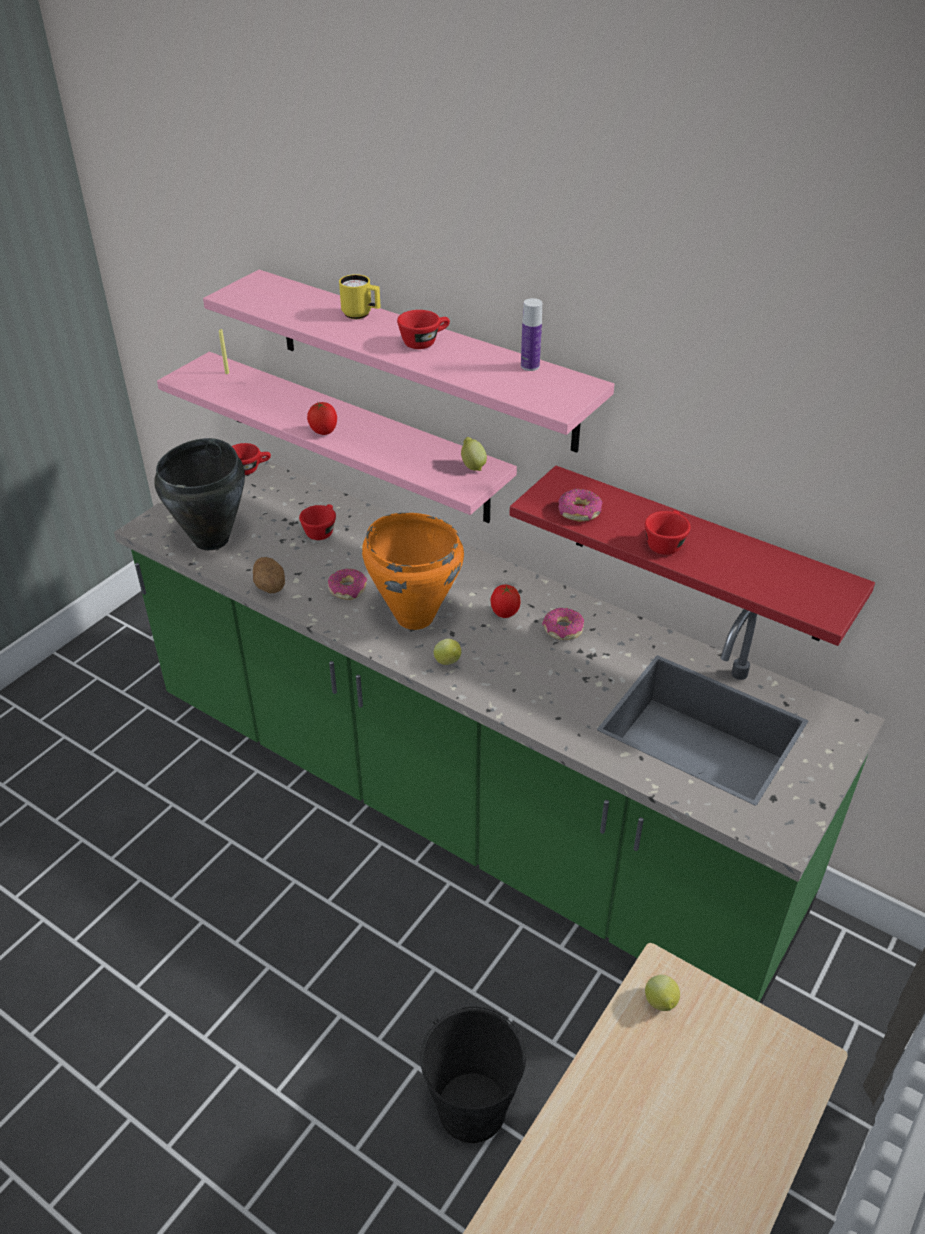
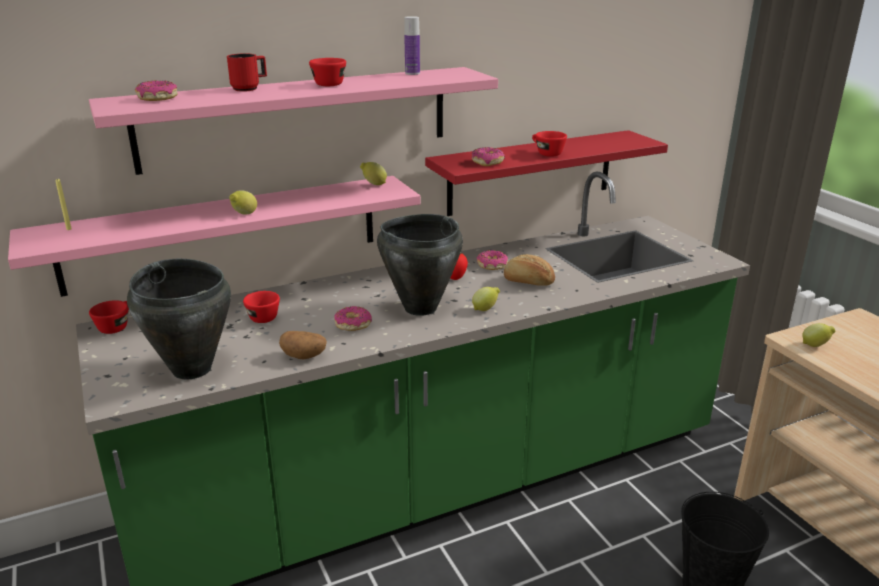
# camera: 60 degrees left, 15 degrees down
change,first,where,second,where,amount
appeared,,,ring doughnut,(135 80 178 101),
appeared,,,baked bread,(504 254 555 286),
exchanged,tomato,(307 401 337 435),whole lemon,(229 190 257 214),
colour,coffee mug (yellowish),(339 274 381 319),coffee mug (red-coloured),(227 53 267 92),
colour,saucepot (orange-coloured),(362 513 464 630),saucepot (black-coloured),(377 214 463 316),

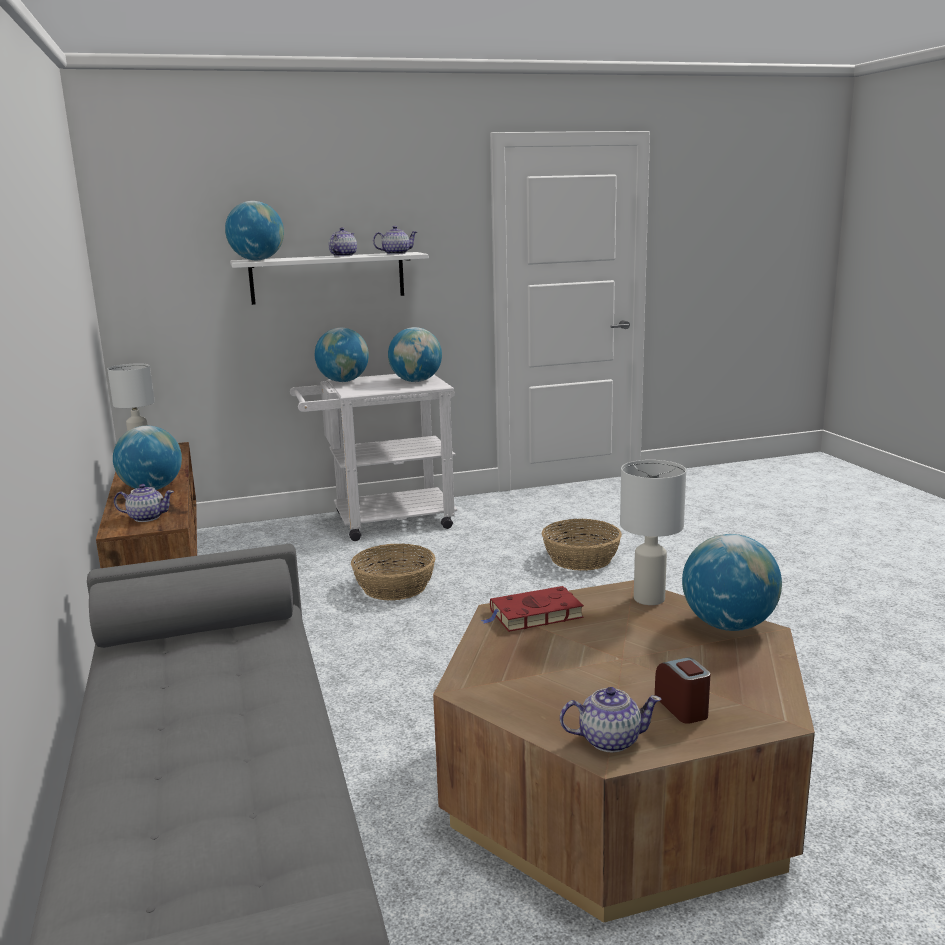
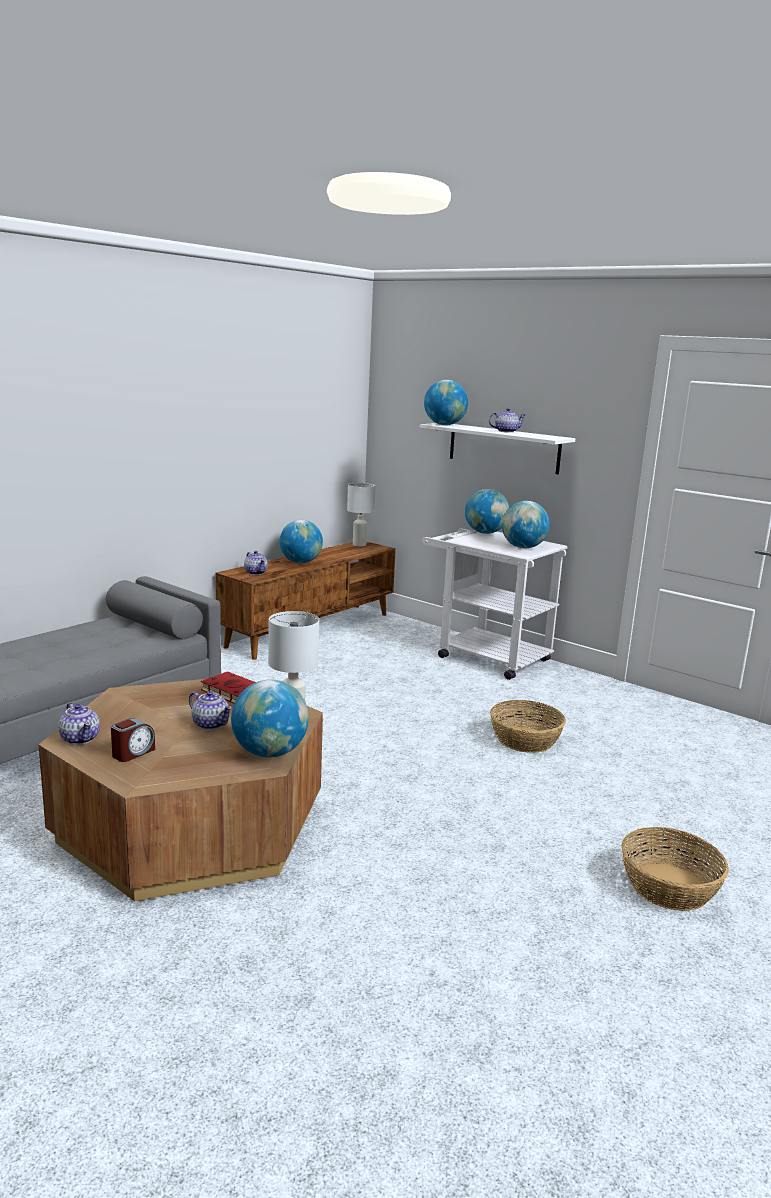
# camera: 55 degrees right, 0 degrees up
change,first,where,second,where,amount
relocated,storage basket,(351 544 436 601),,(621 827 729 911),
relocated,teapot,(373 226 417 255),,(189 691 232 730),

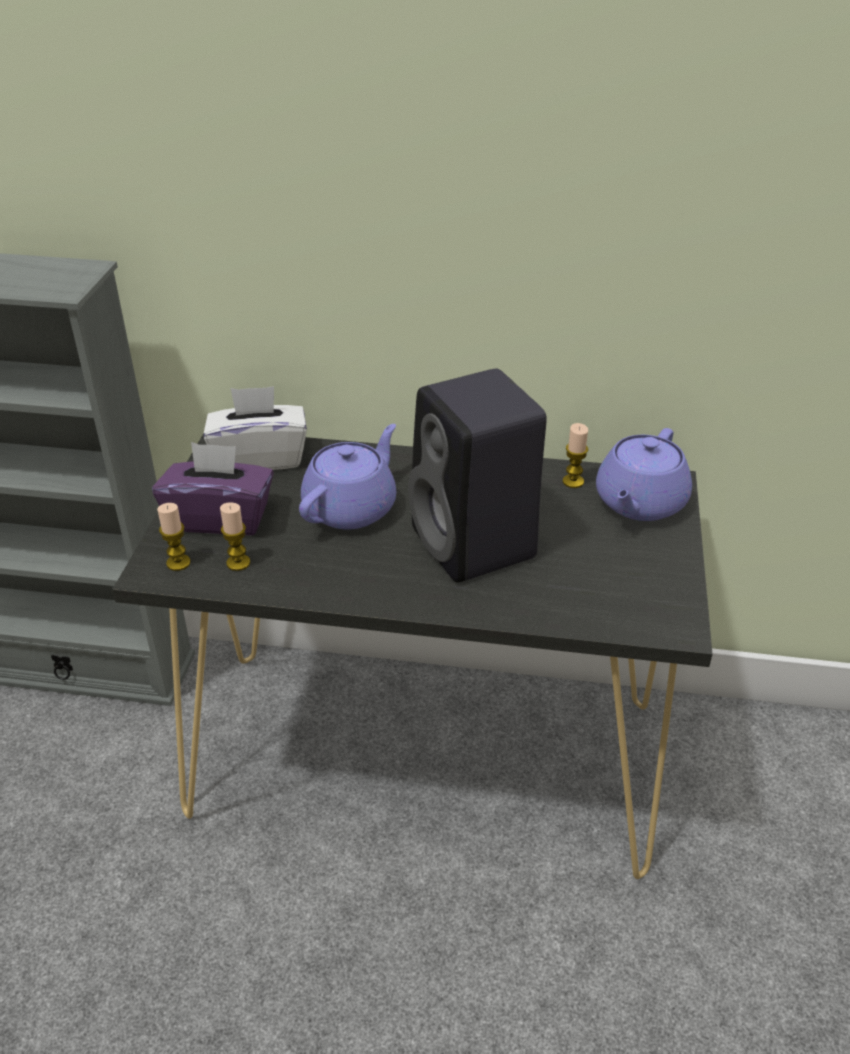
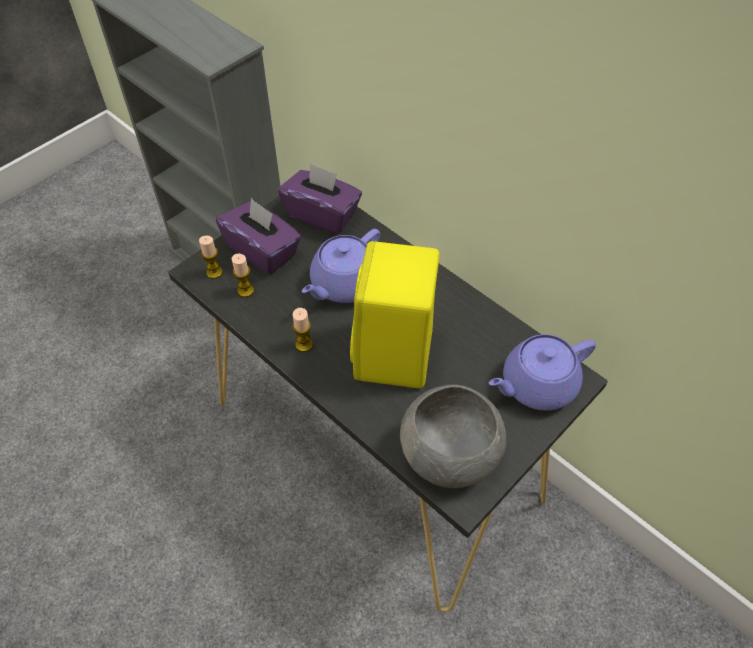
# camera: 35 degrees right, 15 degrees up
change,first,where,second,where,amount
appeared,,,serving bowl (gray),(400 385 506 488),
relocated,candle,(562 423 588 488),,(292 308 313 352),
colour,tissue box (white-coloured),(204 386 307 470),tissue box (purple-coloured),(278 163 362 234),
colour,loudspeaker (black-coloured),(408 368 547 582),loudspeaker (yellowish),(350 241 440 388),
spun,teapot (purple-coloured),(299 424 396 530),,(302 229 380 303),150 degrees clockwise

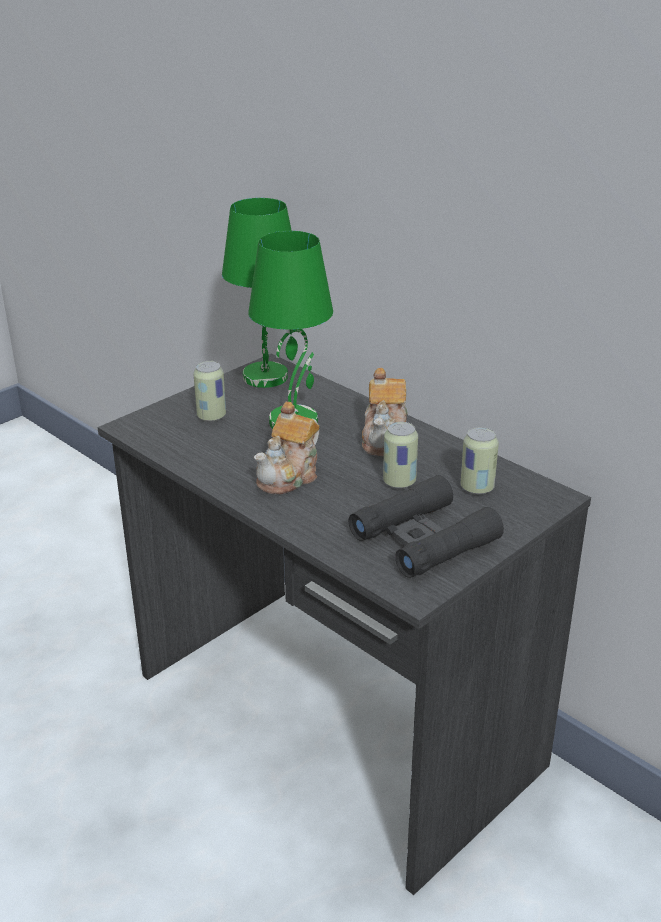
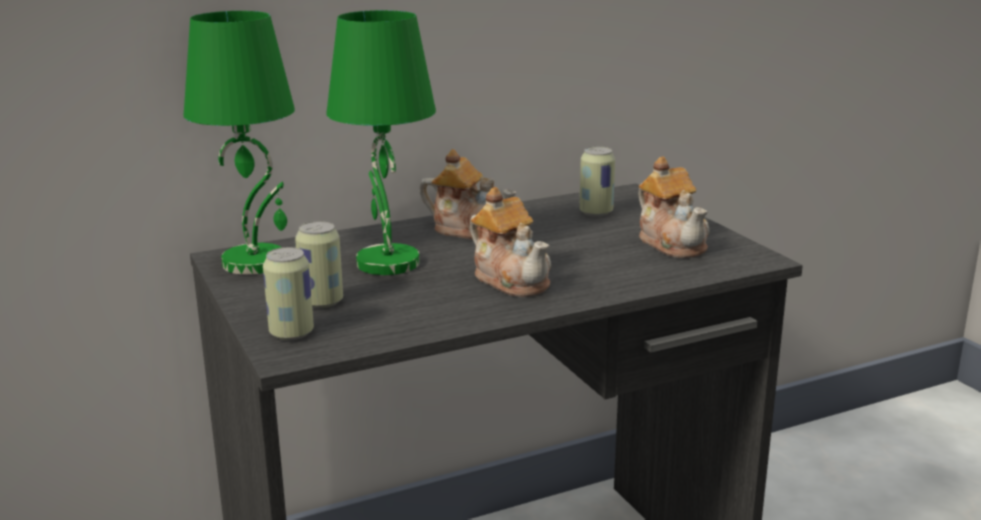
# camera: 70 degrees left, 10 degrees down
change,first,where,second,where,amount
relocated,sealed can,(383 422 418 489),,(263 247 314 340),
exchanged,pair of binoculars (black-coloured),(349 475 504 578),teapot,(638 156 710 258),

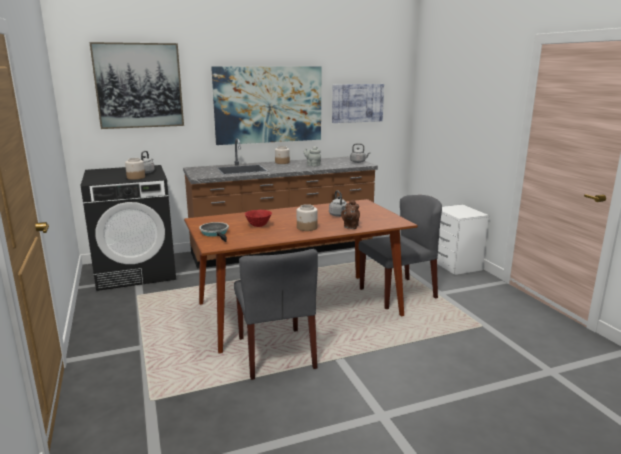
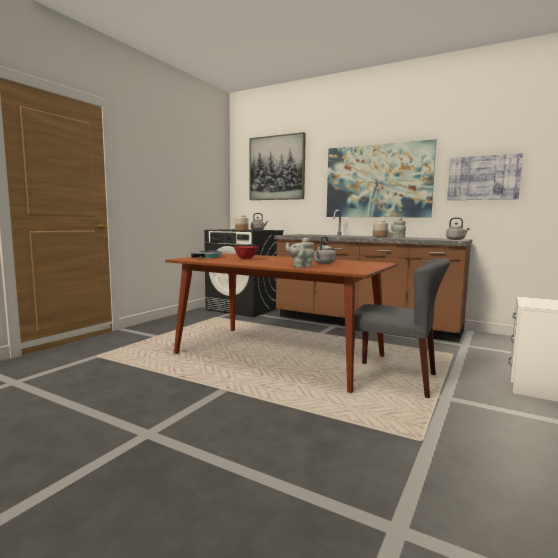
# camera: 50 degrees right, 10 degrees down
change,first,where,second,where,amount
missing,chair (gray),(234 249 318 380),,,
missing,storage jar,(297 204 318 231),,,
colour,teapot (brown),(341 199 360 229),teapot (gray),(286 237 314 268),

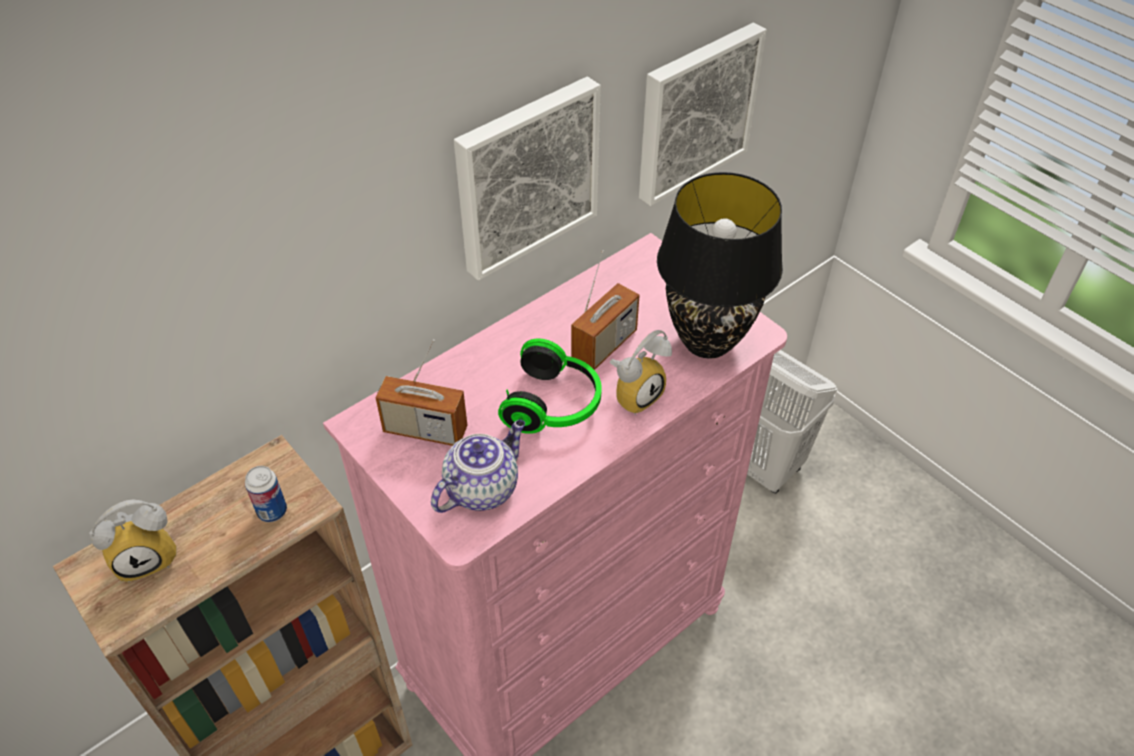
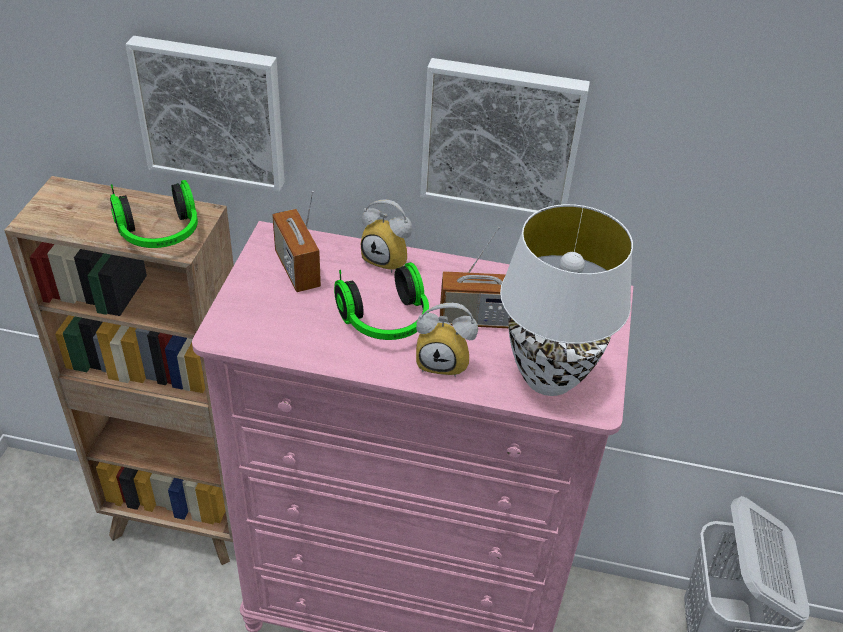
# camera: 50 degrees right, 5 degrees down
change,first,where,second,where,amount
missing,teapot,(431 420 525 513),,,
relocated,alarm clock,(89 499 177 582),,(361 199 412 273),
relocated,wall art,(639 22 767 206),,(125 36 285 192),
exchanged,sealed can,(245 466 287 522),pair of headphones,(110 180 198 248),
colour,table lamp (black-coloured),(657 172 783 359),table lamp (white-coloured),(500 204 633 396),

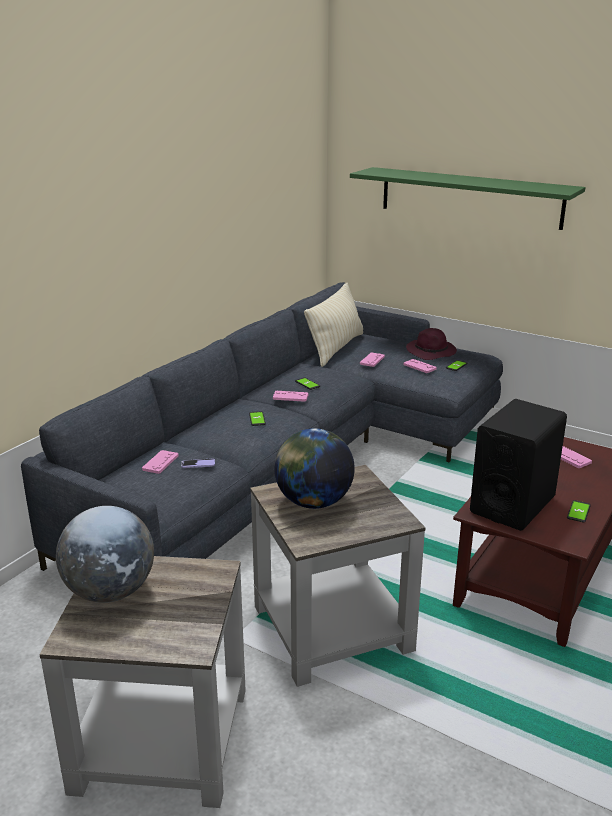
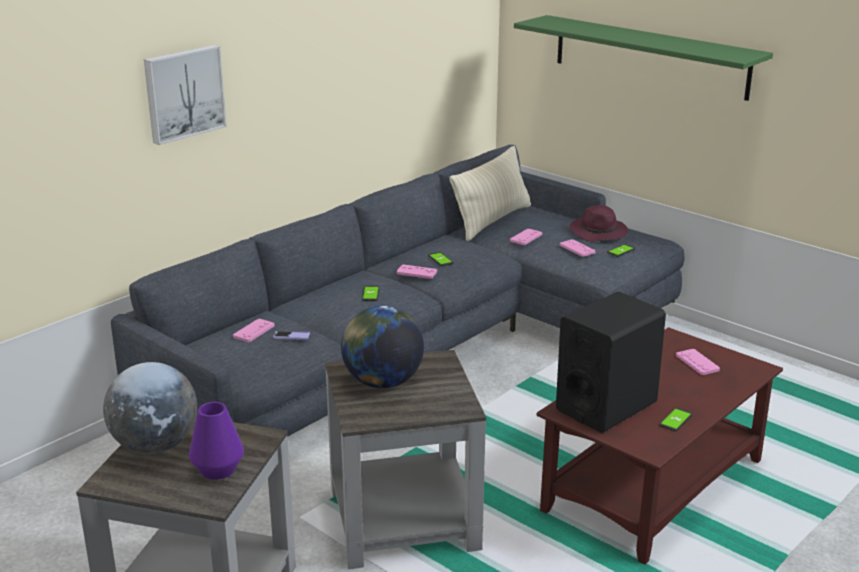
# camera: 10 degrees right, 0 degrees up
change,first,where,second,where,amount
appeared,,,wall art,(144 45 227 145),
appeared,,,decorative vase (purple-coloured),(189 402 244 480),

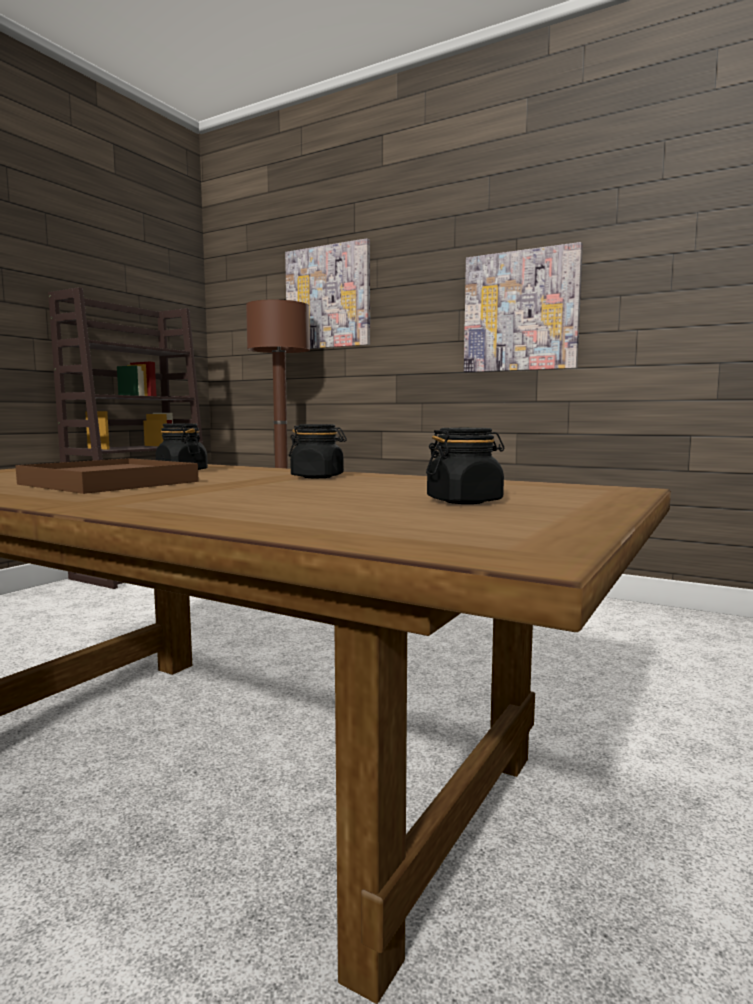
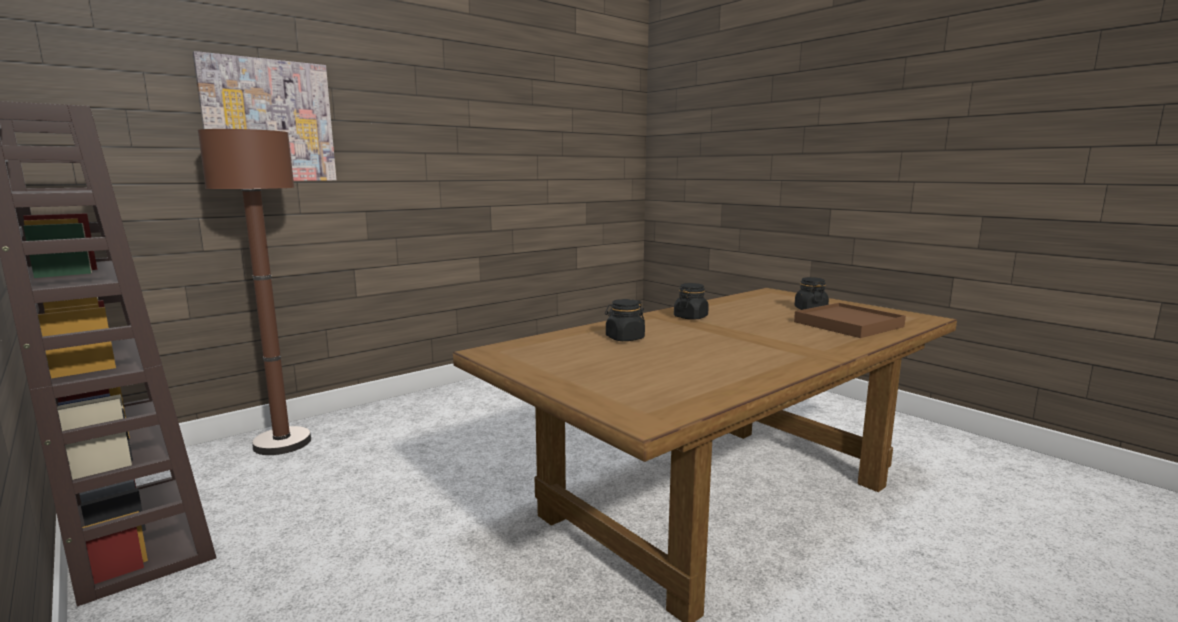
# camera: 70 degrees left, 5 degrees up
change,first,where,second,where,amount
missing,wall art,(464 242 583 372),,,
relocated,tray (brown),(15 458 199 494),,(794 303 906 338),

